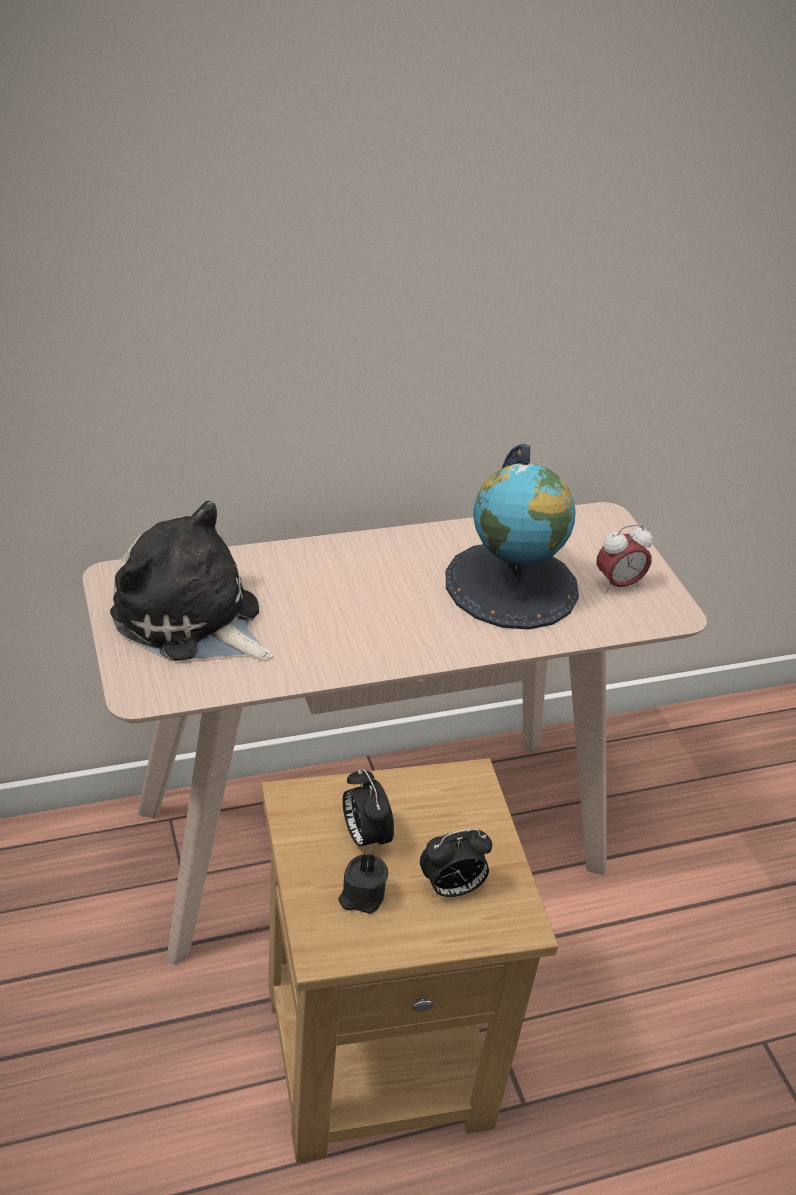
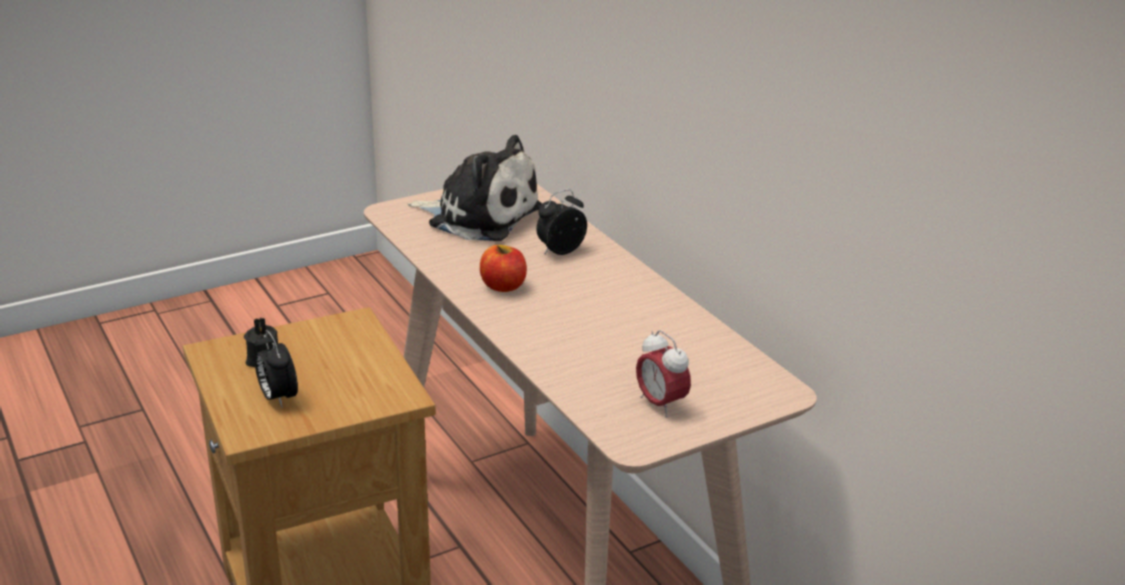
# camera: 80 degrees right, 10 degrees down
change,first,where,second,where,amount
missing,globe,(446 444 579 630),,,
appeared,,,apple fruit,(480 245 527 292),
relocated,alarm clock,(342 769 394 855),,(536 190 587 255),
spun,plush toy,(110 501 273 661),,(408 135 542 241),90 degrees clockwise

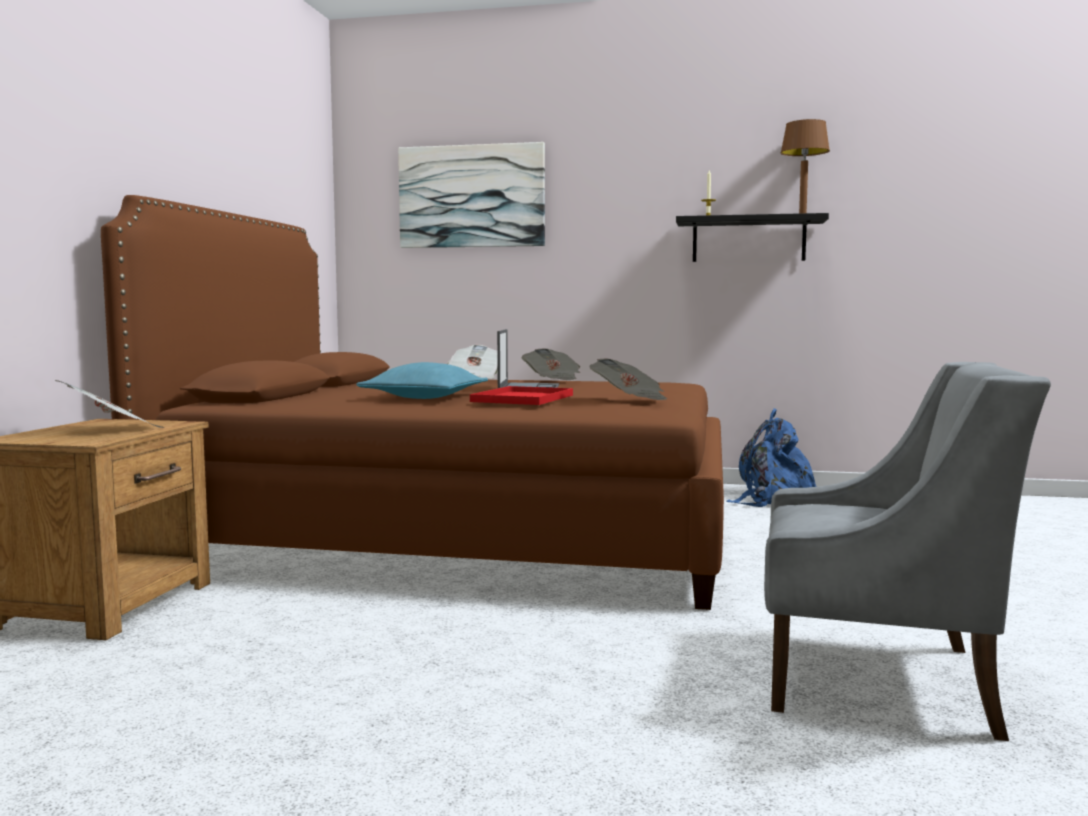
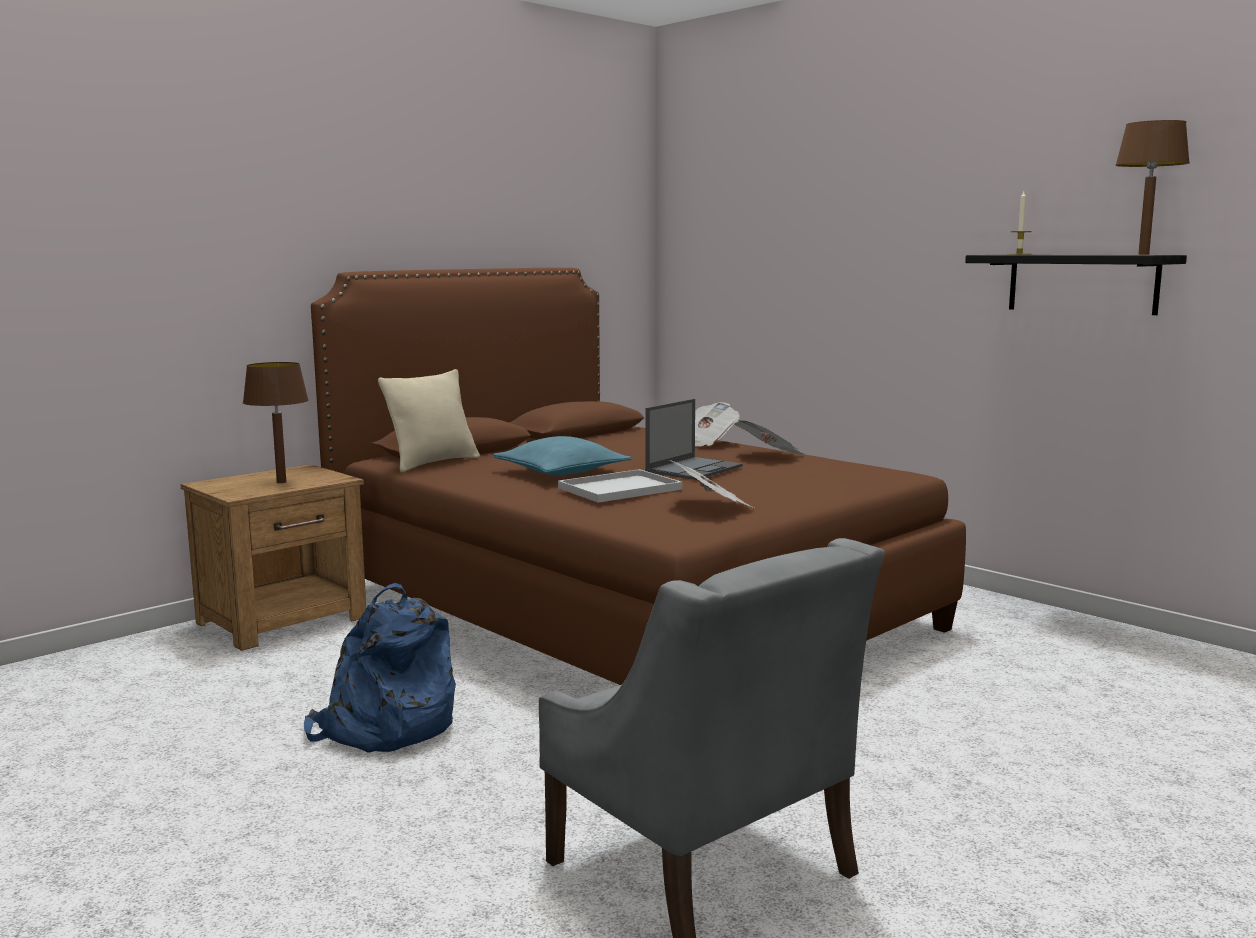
# camera: 35 degrees right, 5 degrees up
change,first,where,second,where,amount
missing,wall art,(398 142 545 248),,,
appeared,,,throw pillow (beige-coloured),(378 369 480 472),
relocated,knapsack (blue-coloured),(726 408 817 507),,(304 583 456 753),
exchanged,daily paper,(55 380 164 428),table lamp (brown),(243 362 309 483),
colour,tray (red-coloured),(470 386 573 405),tray (white-coloured),(558 469 683 503),

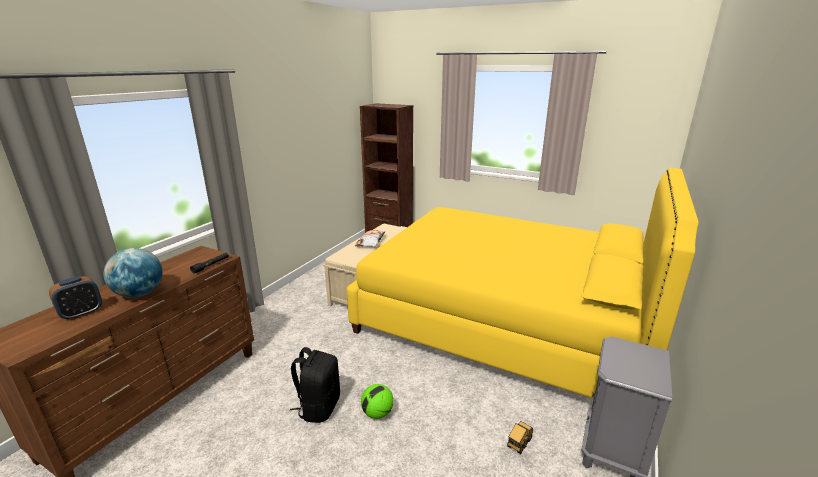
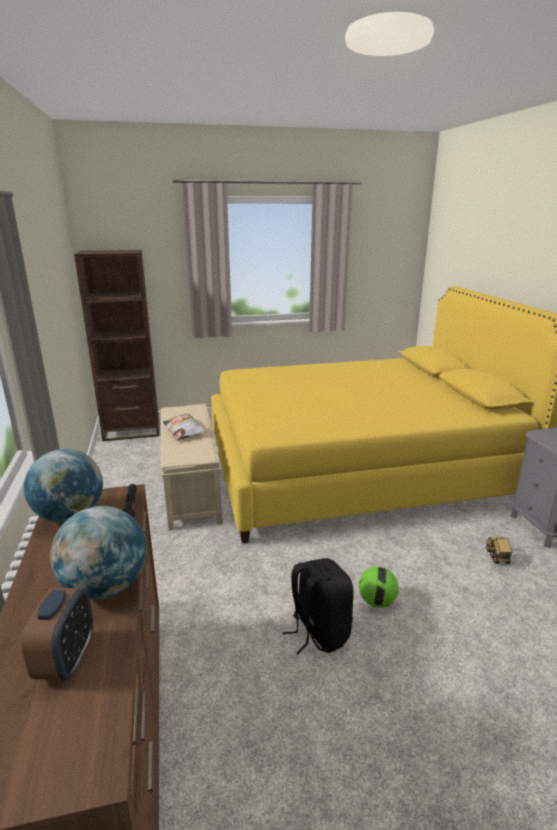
# camera: 40 degrees left, 0 degrees up
change,first,where,second,where,amount
appeared,,,globe,(24 449 103 523),

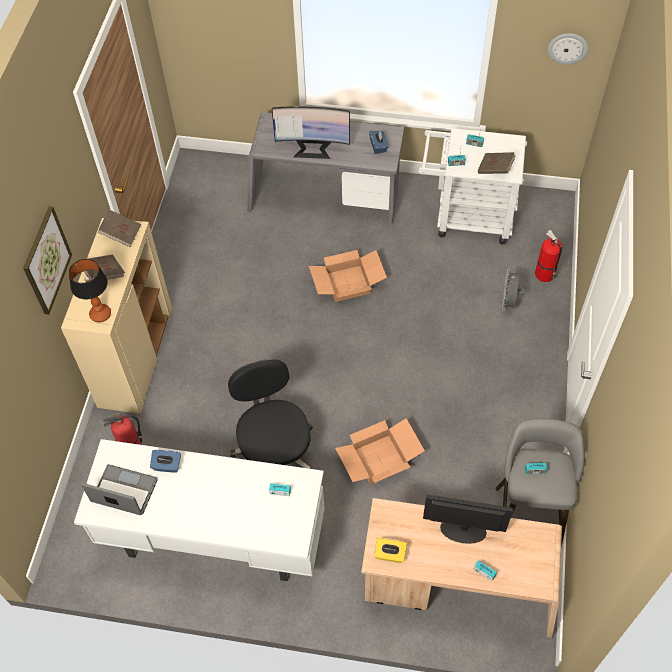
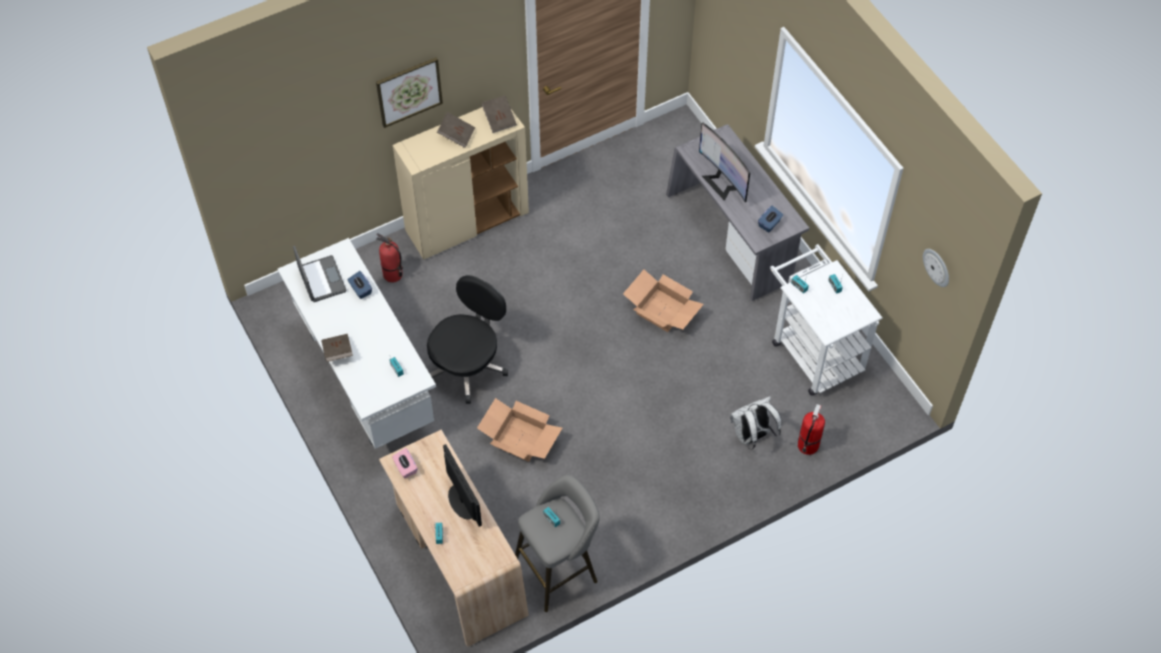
# camera: 50 degrees right, 0 degrees up
change,first,where,second,where,amount
missing,table lamp,(69 259 111 323),,,
relocated,bound book (brown),(478 152 516 174),,(322 334 353 362),
exchanged,electric fan (gray),(502 268 525 311),knapsack (white-coloured),(730 396 781 450),
colour,tissue box (yellowish),(374 538 407 563),tissue box (pinkish),(392 448 418 478),

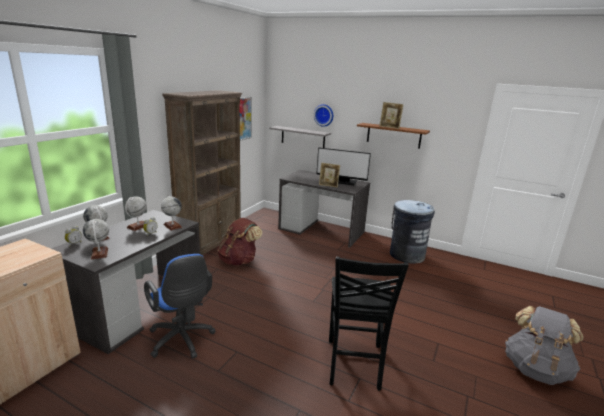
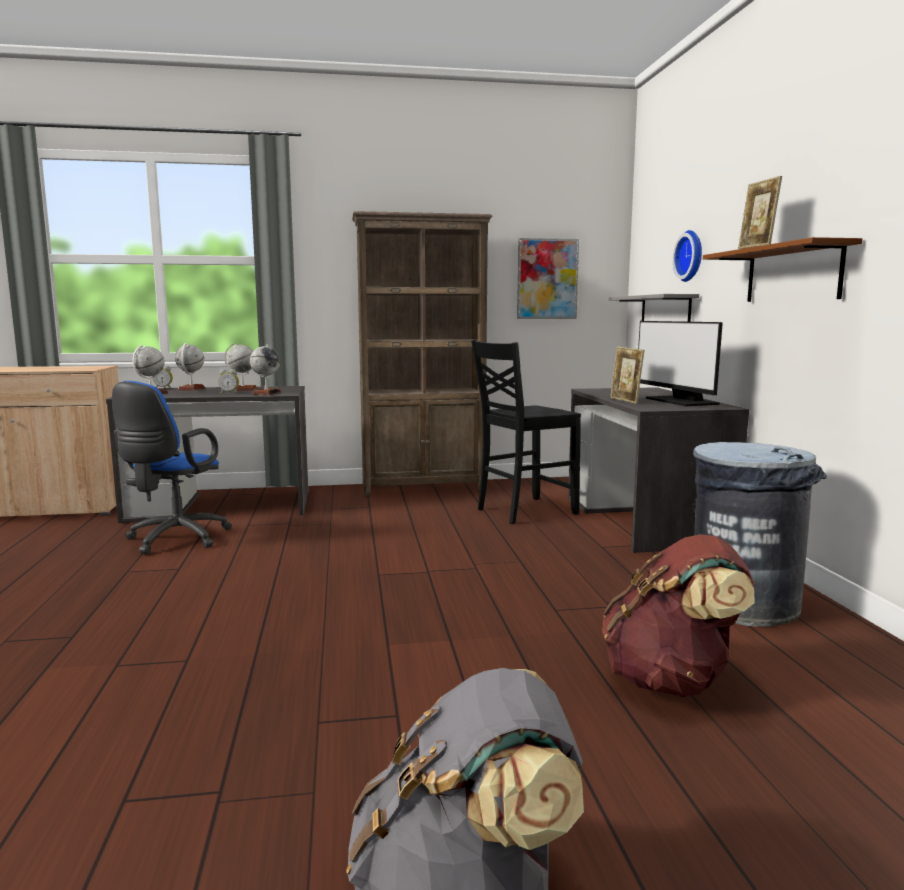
# camera: 55 degrees right, 10 degrees down
change,first,where,second,where,amount
relocated,knapsack (brown),(217 218 262 266),,(602 535 755 697),
relocated,chair (black-coloured),(329 257 409 391),,(471 340 581 524),

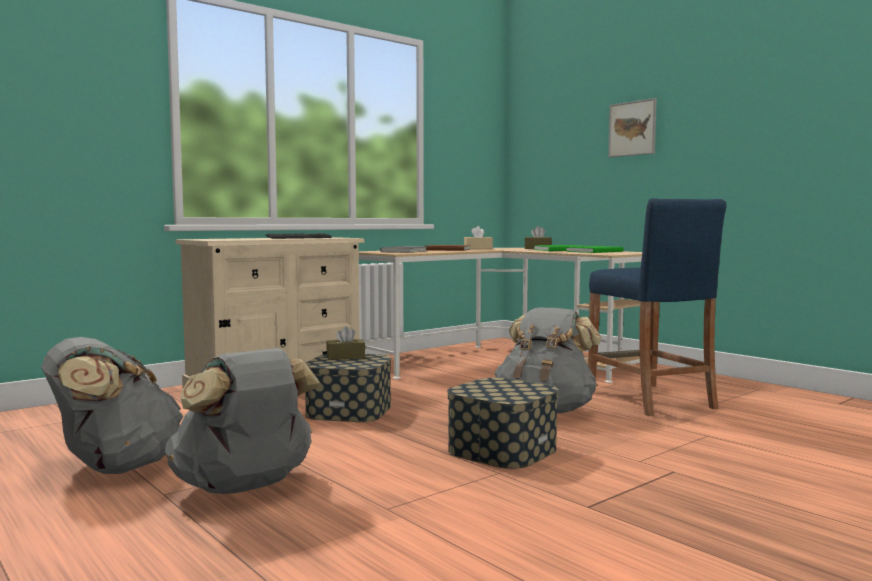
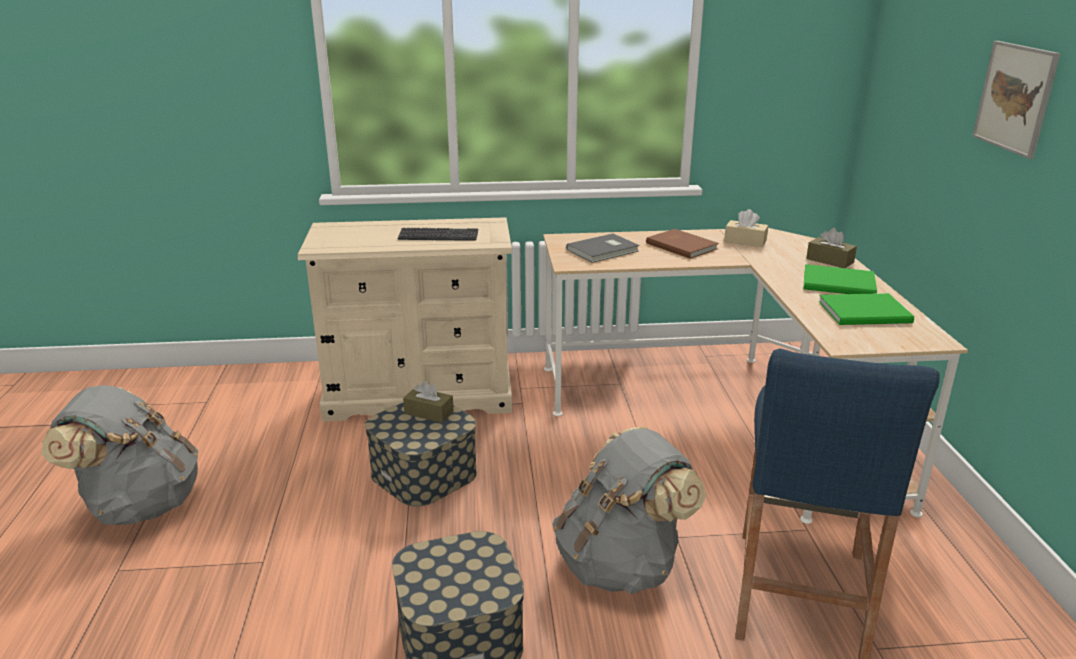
# camera: 35 degrees right, 20 degrees up
change,first,where,second,where,amount
missing,knapsack (gray),(165 348 322 494),,,

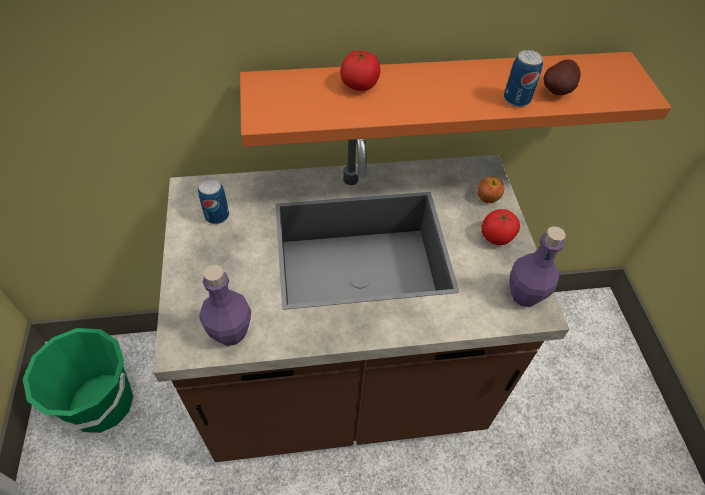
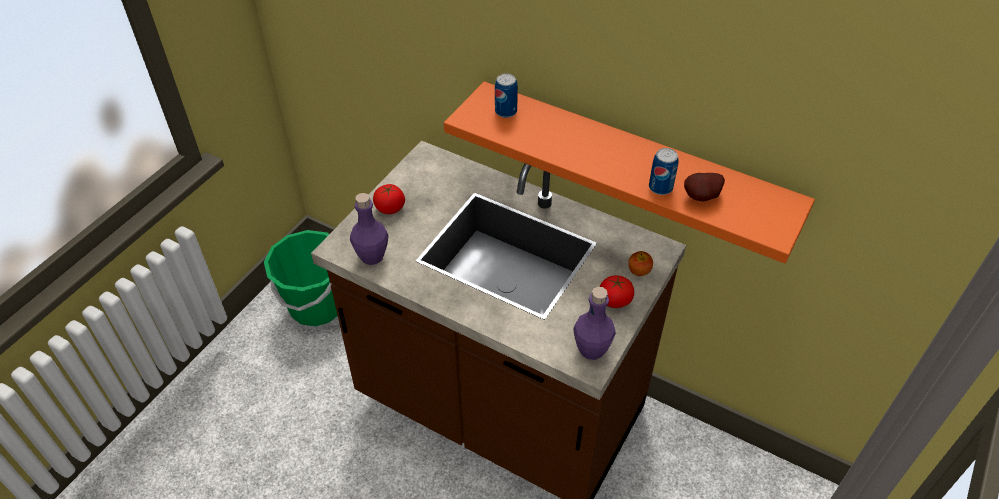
# camera: 40 degrees right, 5 degrees down
change,first,where,second,where,amount
relocated,sealed can,(198 178 229 224),,(495 73 518 118),
relocated,tomato,(340 49 380 91),,(373 184 405 214),

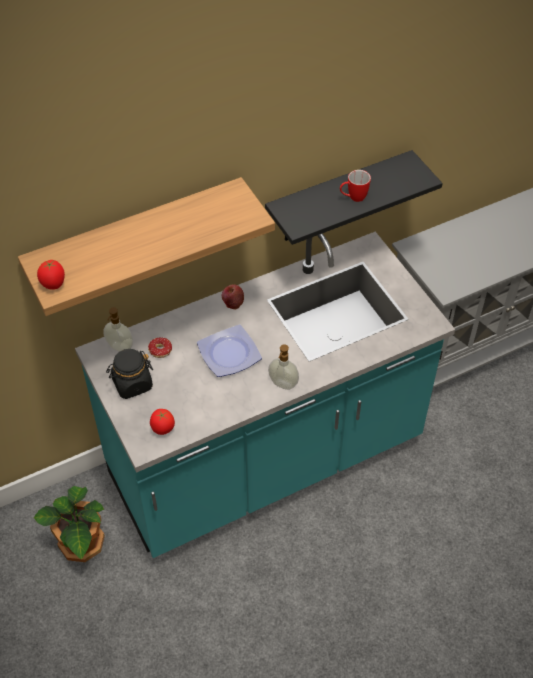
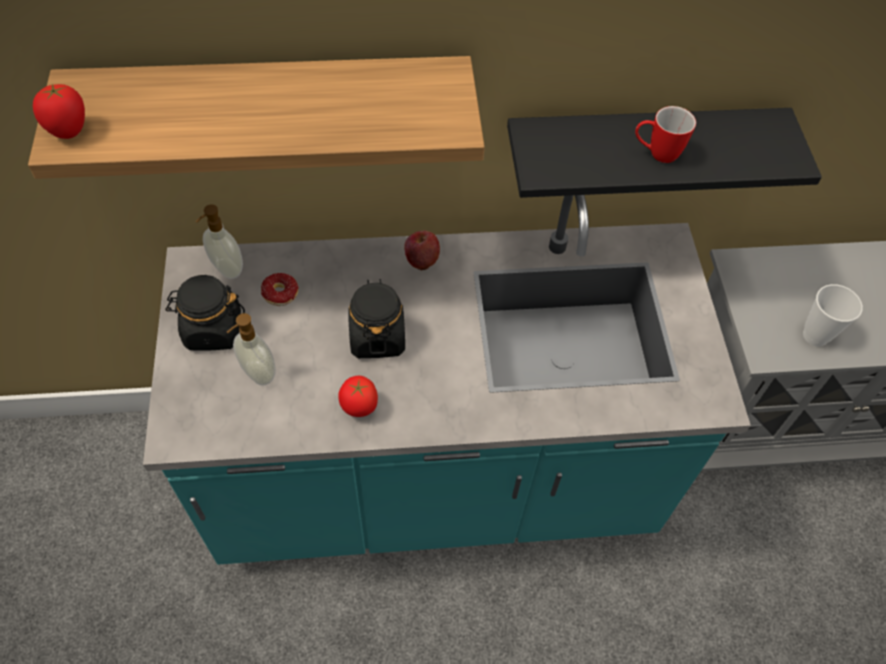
# camera: 20 degrees right, 5 degrees up
change,first,where,second,where,amount
missing,plant in a pot,(34 486 105 562),,,
appeared,,,drinking cup,(803 284 863 346),
relocated,tomato,(150 409 175 435),,(338 376 378 417),
relocated,soap dispenser,(268 344 299 390),,(227 313 276 386),
exchanged,flat dish,(197 324 262 377),storage jar (black-coloured),(348 279 405 358),

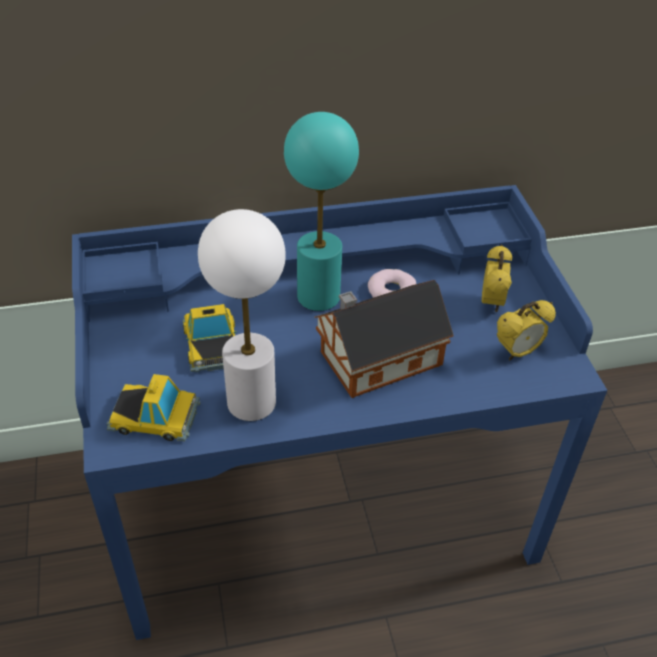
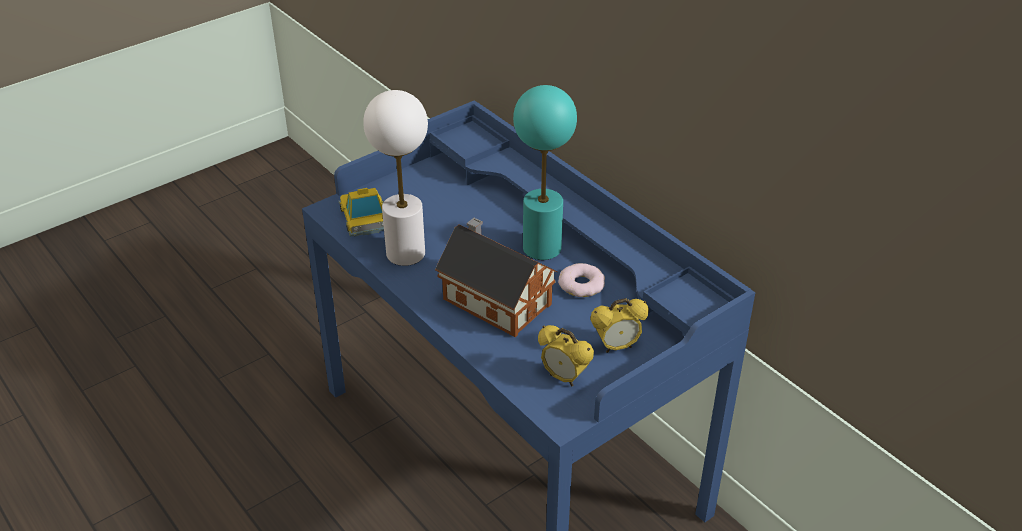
# camera: 65 degrees right, 5 degrees down
change,first,where,second,where,amount
missing,toy car,(183 304 237 373),,,

